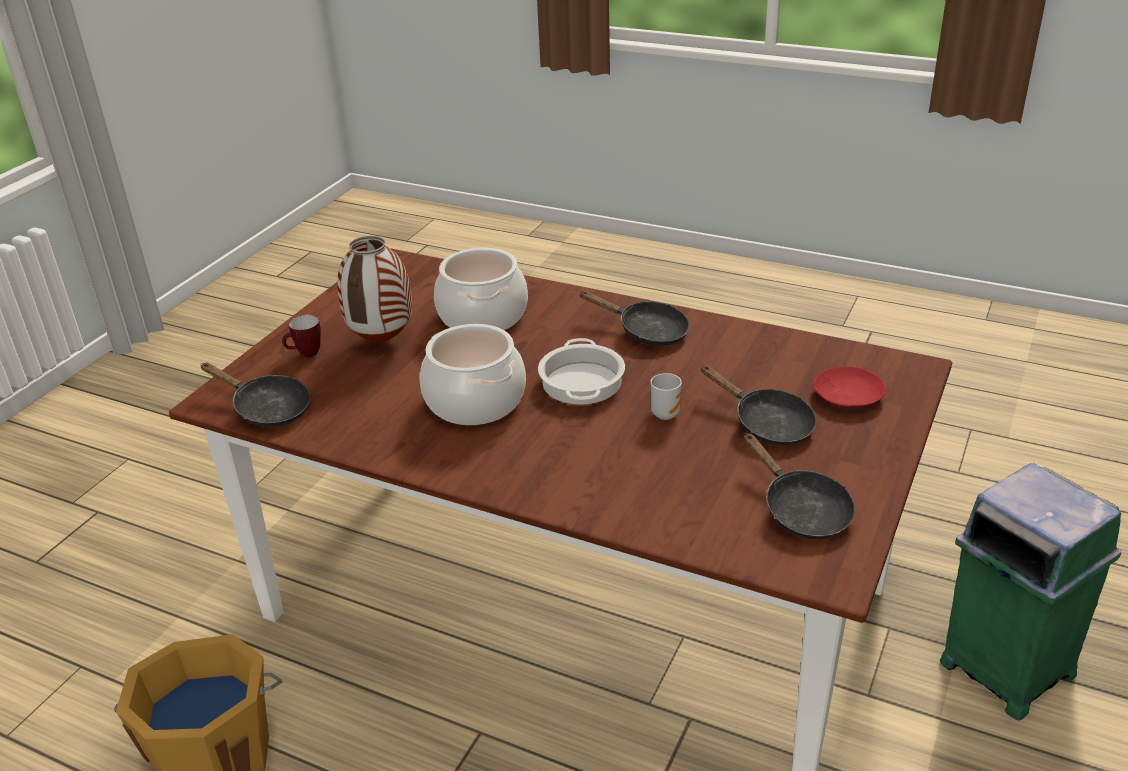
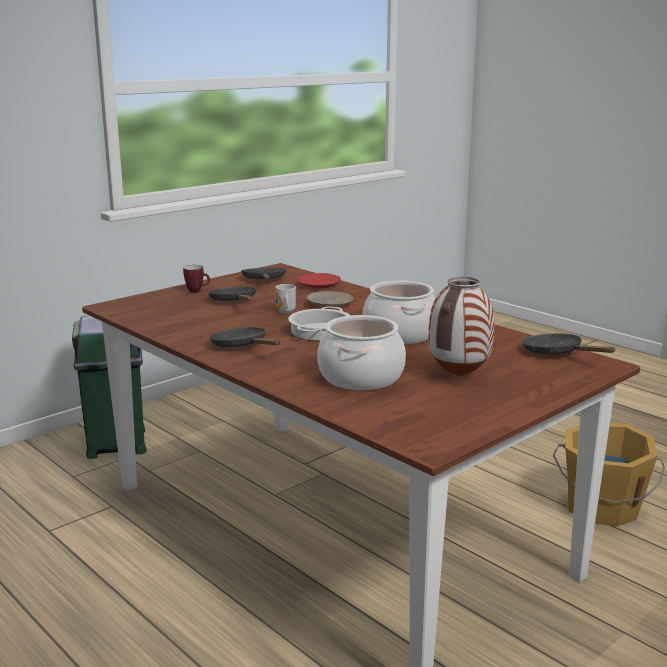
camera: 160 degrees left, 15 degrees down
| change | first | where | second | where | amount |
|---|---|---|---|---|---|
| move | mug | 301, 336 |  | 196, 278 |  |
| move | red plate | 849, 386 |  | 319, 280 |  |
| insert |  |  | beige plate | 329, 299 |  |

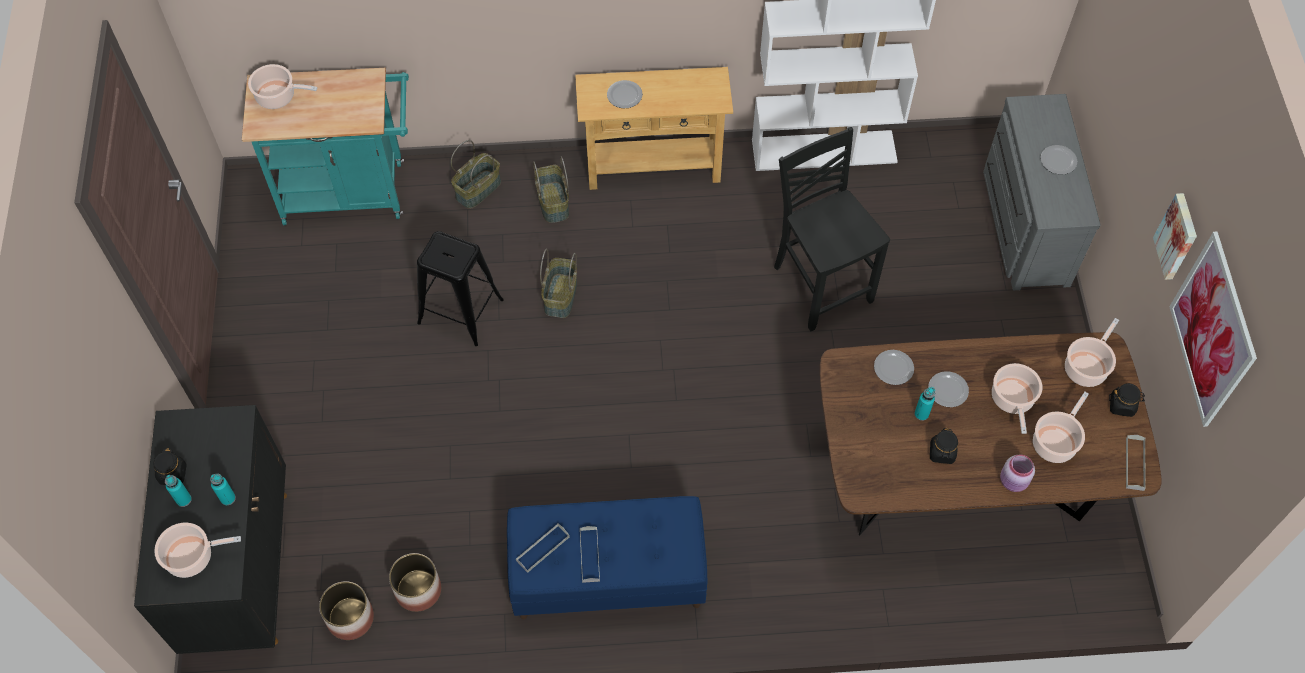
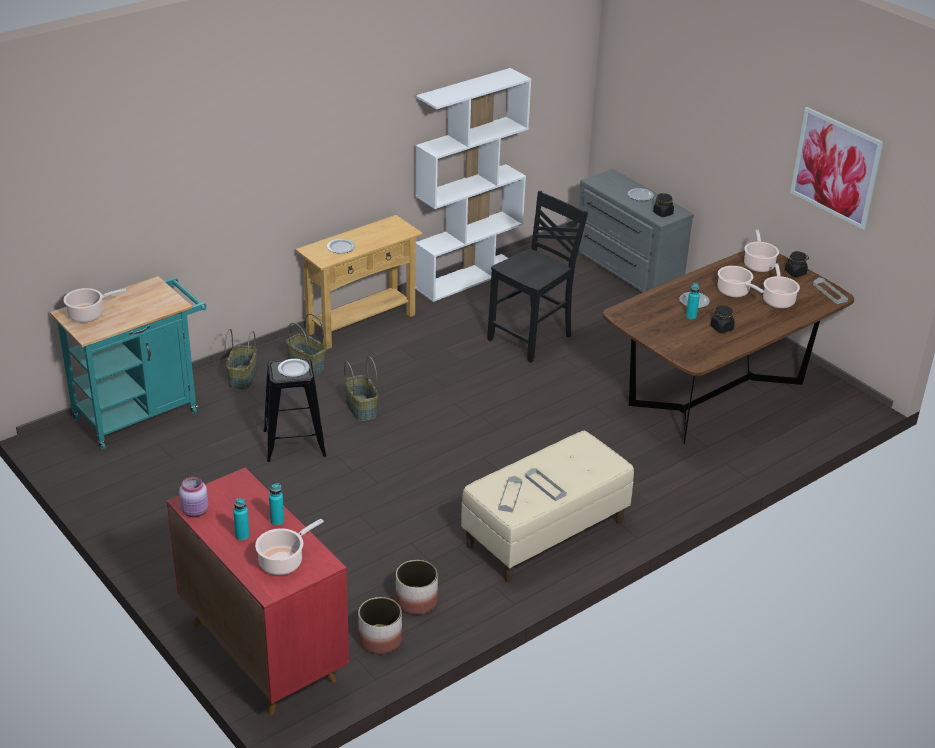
camera: 35 degrees left, 25 degrees down
| change | first | where | second | where | amount |
|---|---|---|---|---|---|
| rotate | black chair | 832, 229 |  | 537, 277 | 105 degrees clockwise |
| delete | picture | 1175, 236 |  |  |  |
| move | plate | 894, 367 |  | 294, 368 |  |
| recolor | black cabinet | 210, 529 | red cabinet | 258, 592 |  |
| move | black jar | 170, 466 |  | 663, 205 |  |
| move | pink jar | 1017, 473 |  | 193, 497 |  |
| recolor | blue bench | 607, 557 | beige bench | 547, 506 |  |

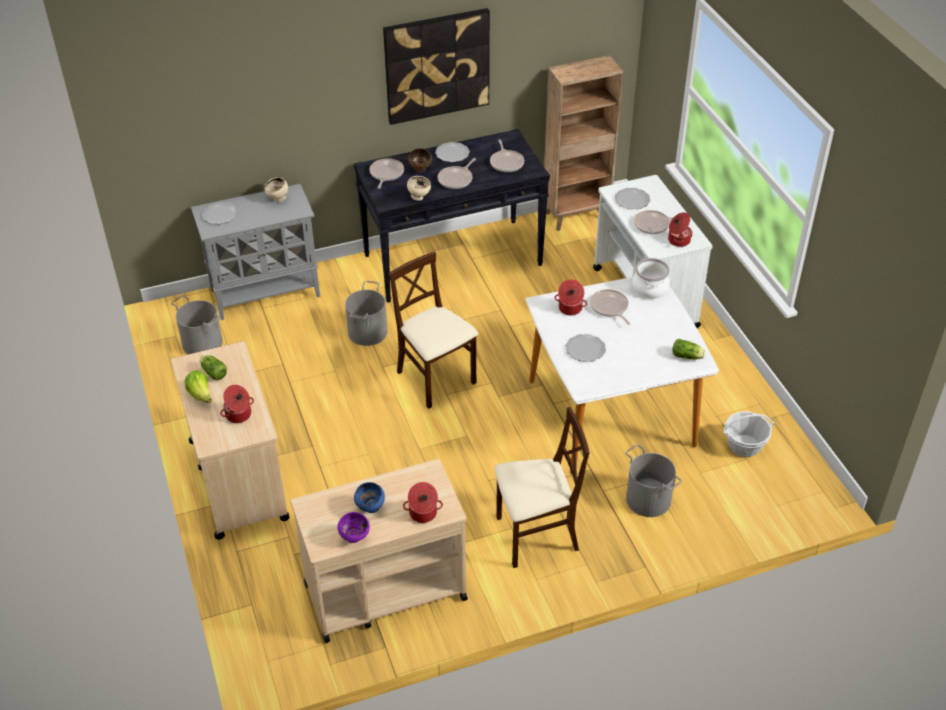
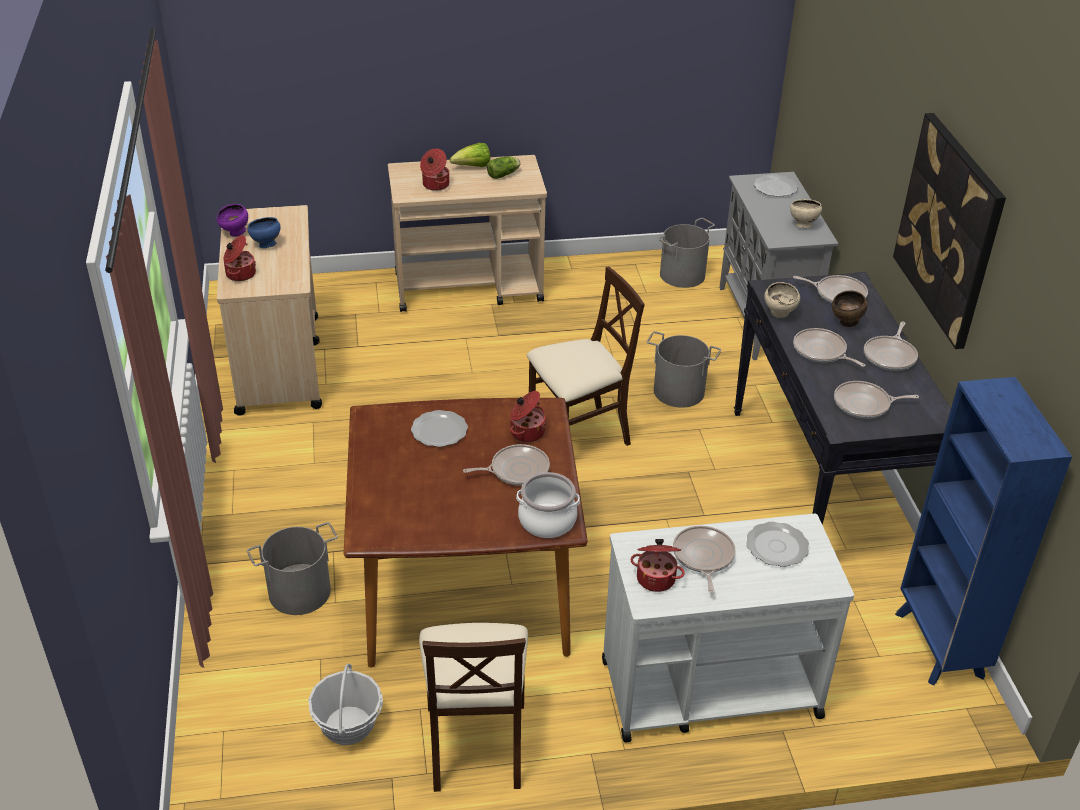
camera: 100 degrees right, 5 degrees down
| change | first | where | second | where | amount |
|---|---|---|---|---|---|
| recolor | brown bookcase | 583, 143 | blue bookcase | 983, 531 |  |
| replace | plate | 452, 152 | frying pan | 891, 346 |  |
| recolor | white dining table | 622, 376 | brown dining table | 466, 533 |  |
| delete | lettuce | 689, 349 |  |  |  |
| move | beige chair | 541, 487 |  | 473, 707 |  |

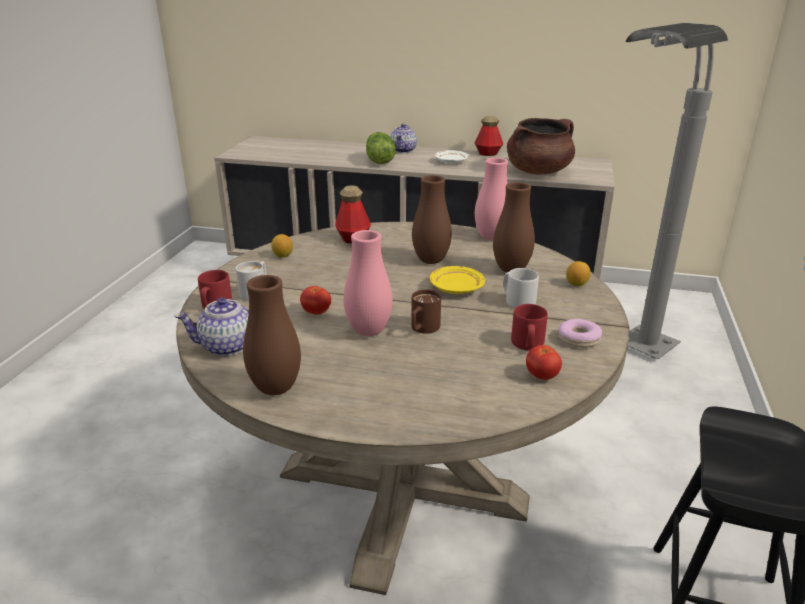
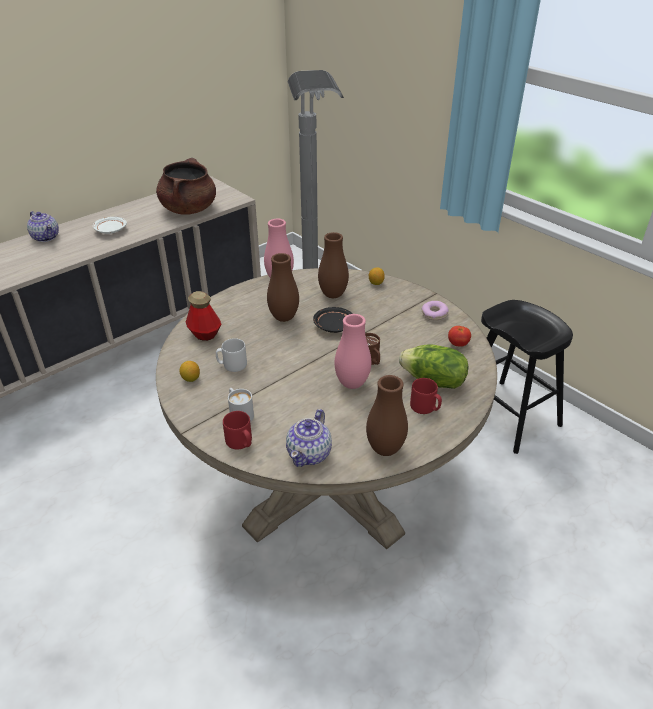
camera: 55 degrees left, 10 degrees up
| change | first | where | second | where | amount |
|---|---|---|---|---|---|
| delete | bottle | 489, 136 |  |  |  |
| move | lettuce | 381, 148 |  | 434, 366 |  |
| recolor | yellow plate | 457, 280 | black plate | 333, 320 |  |
| move | grey mug | 521, 288 |  | 231, 355 |  |
| delete | tomato | 315, 300 |  |  |  |
| move | red mug | 529, 327 |  | 426, 396 |  |

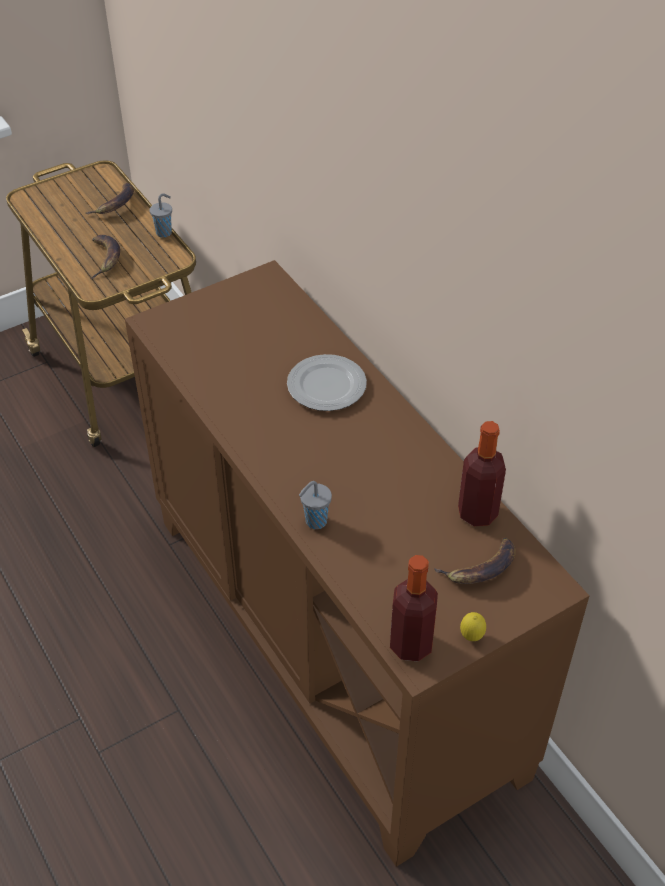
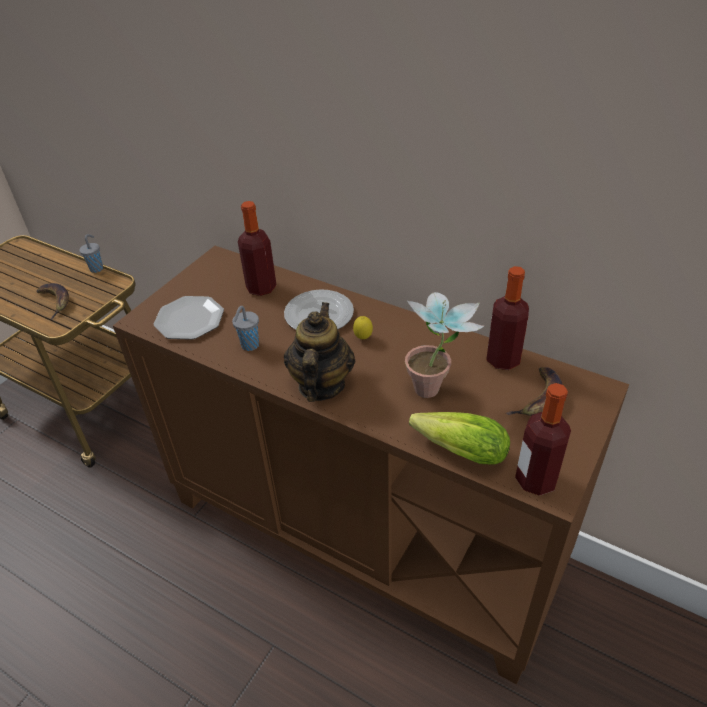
camera: 25 degrees left, 5 degrees down
| change | first | where | second | where | amount |
|---|---|---|---|---|---|
| delete | banana | 110, 198 |  |  |  |
| move | grey cup | 315, 505 |  | 245, 328 |  |
| move | lemon | 473, 626 |  | 363, 327 |  |
| insert |  |  | bottle | 257, 248 |  |
| insert |  |  | potted plant | 444, 345 |  |
| insert |  |  | plate | 189, 318 |  |
| insert |  |  | teapot | 319, 352 |  |
| insert |  |  | lettuce | 459, 438 |  |

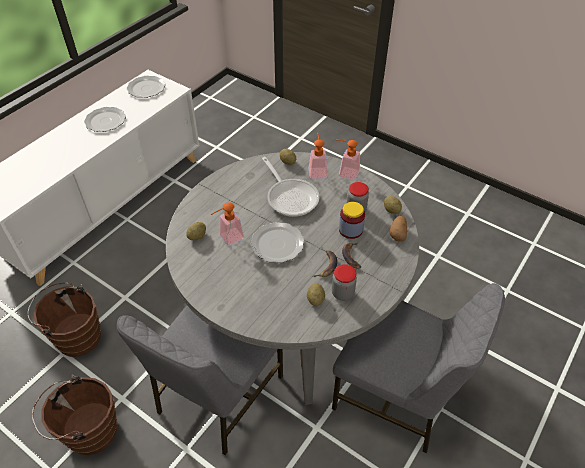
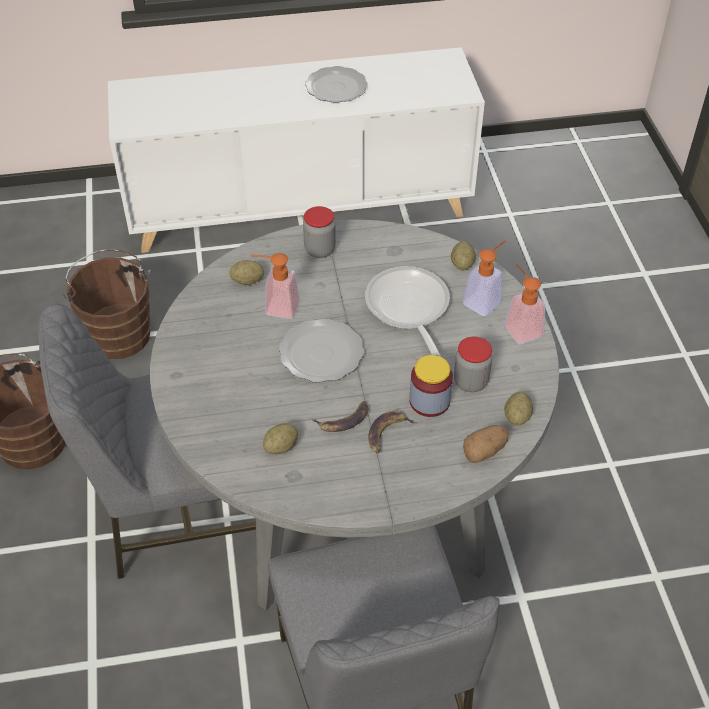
camera: 45 degrees right, 0 degrees up
| change | first | where | second | where | amount |
|---|---|---|---|---|---|
| delete | plate | 146, 87 |  |  |  |
| rotate | frying pan | 291, 187 |  | 407, 311 | 150 degrees clockwise |
| move | jar | 344, 282 |  | 319, 232 |  |

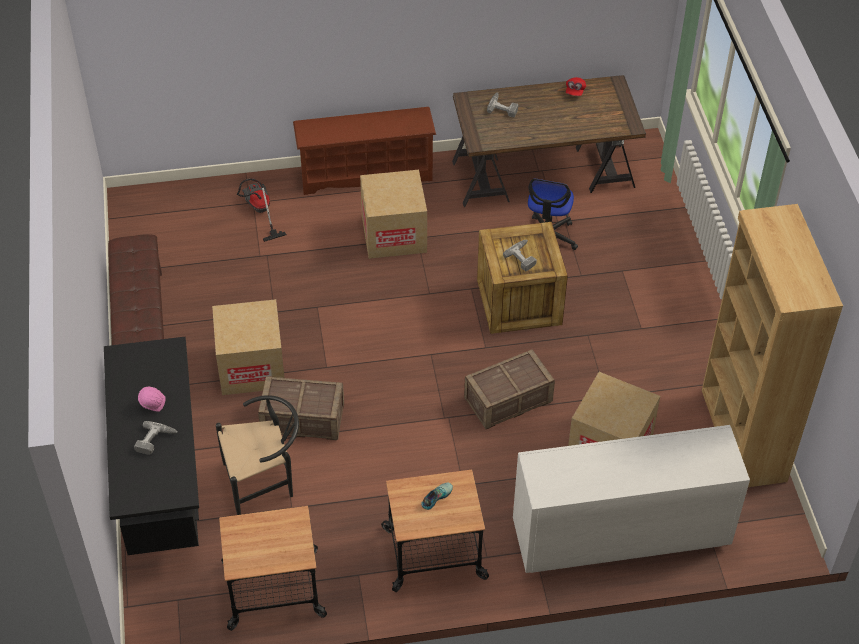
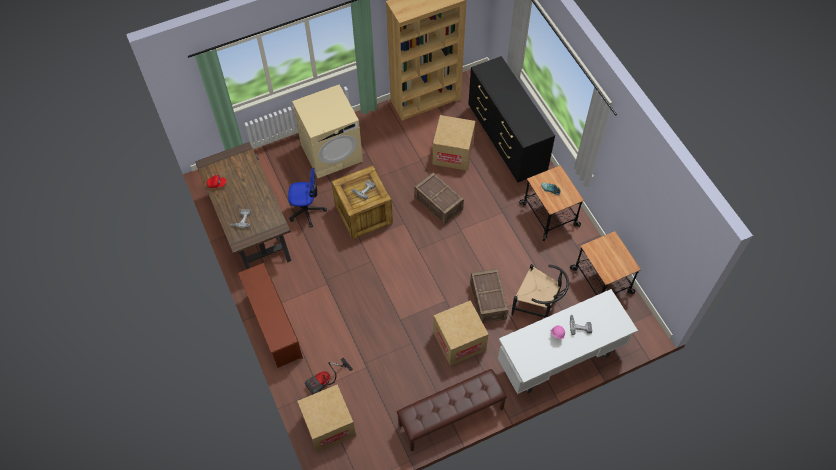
camera: 105 degrees left, 10 degrees up
| change | first | where | second | where | amount |
|---|---|---|---|---|---|
| move | cardboard box | 393, 214 |  | 326, 418 |  |
| recolor | black desk | 151, 446 | white desk | 568, 341 |  |
| rotate | black chair | 257, 455 |  | 540, 291 | 150 degrees clockwise |
| recolor | white dresser | 631, 499 | black dresser | 511, 119 |  |
| insert |  |  | beige washing machine | 327, 131 |  |

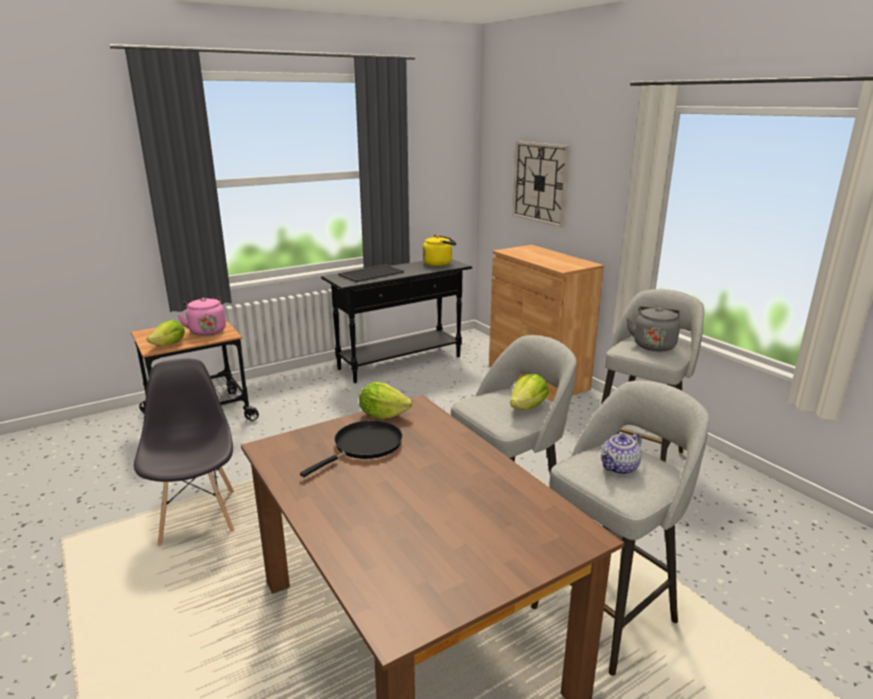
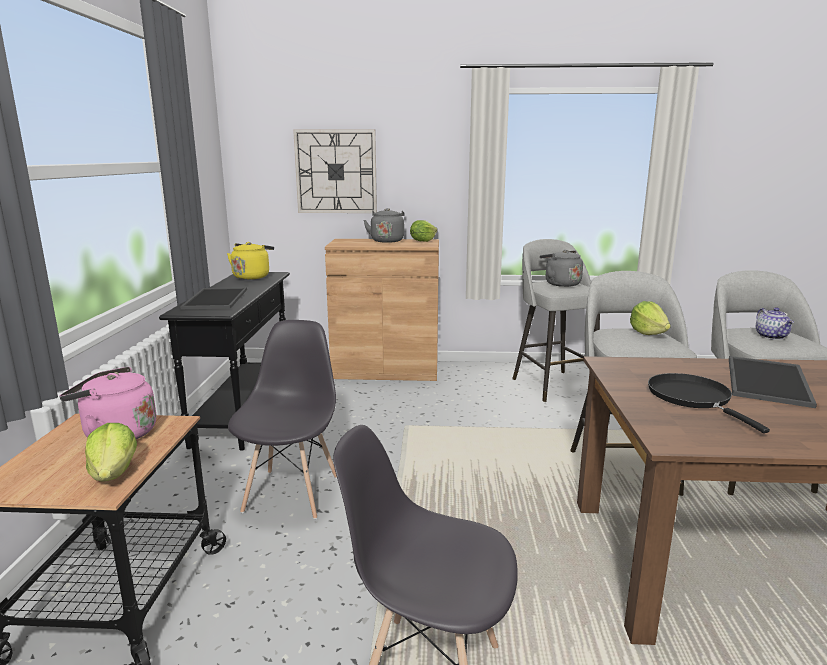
camera: 55 degrees left, 5 degrees down
| change | first | where | second | where | amount |
|---|---|---|---|---|---|
| move | lettuce | 386, 400 |  | 424, 231 |  |
| insert |  |  | grey kettle | 384, 225 |  |
| insert |  |  | grey chair | 282, 420 |  |
| insert |  |  | tray | 773, 382 |  |

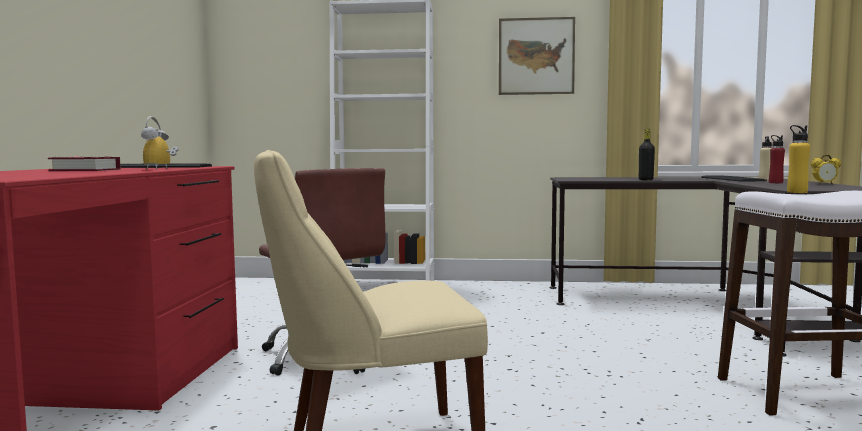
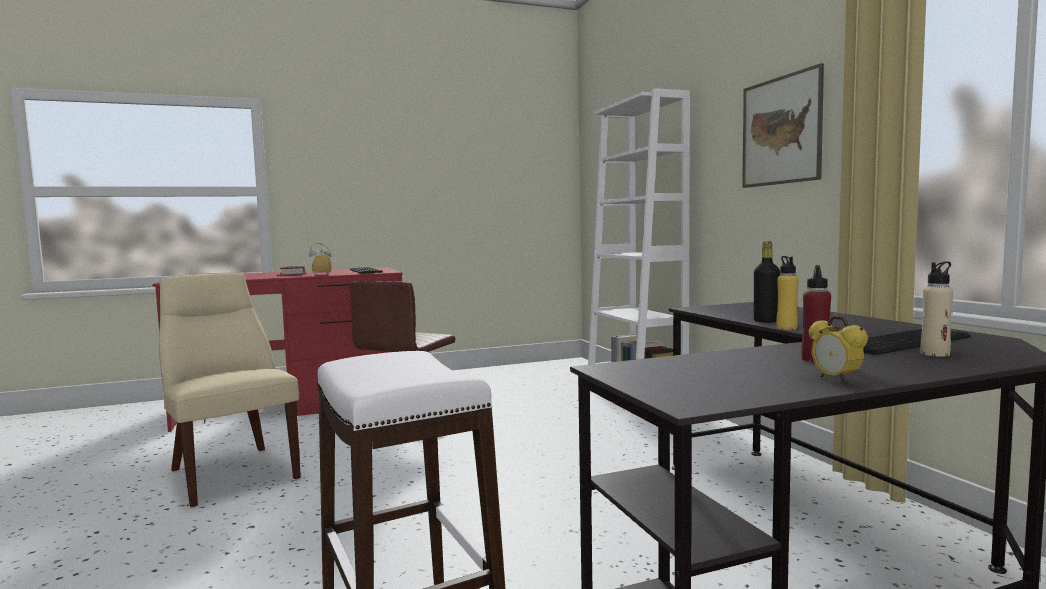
camera: 65 degrees right, 0 degrees up
| change | first | where | second | where | amount |
|---|---|---|---|---|---|
| move | yellow bottle | 798, 159 |  | 787, 293 |  |

